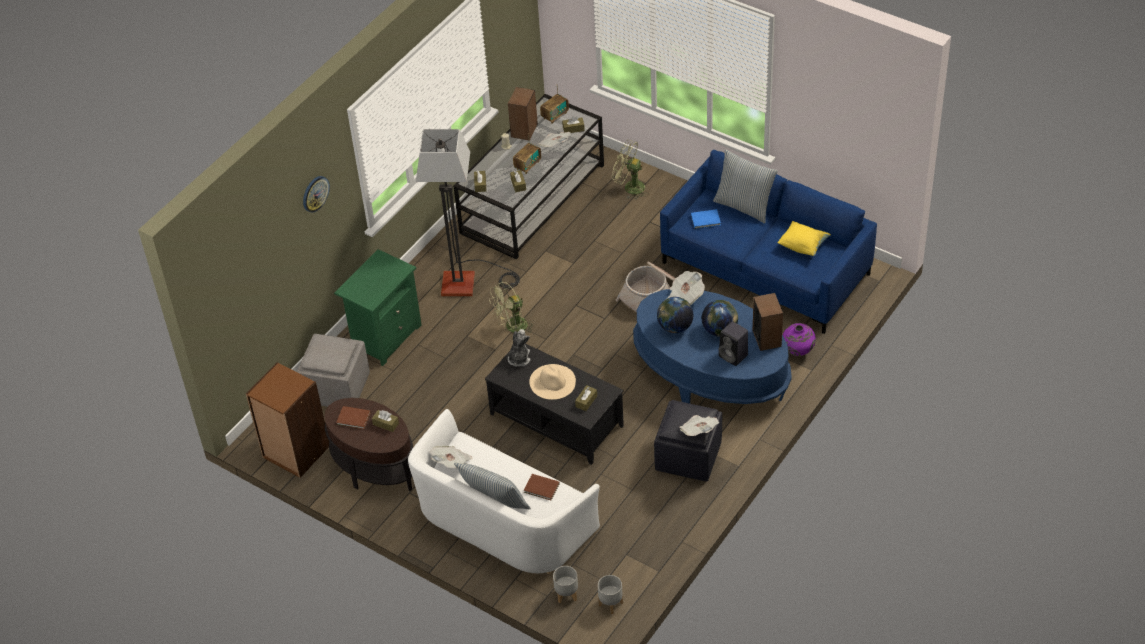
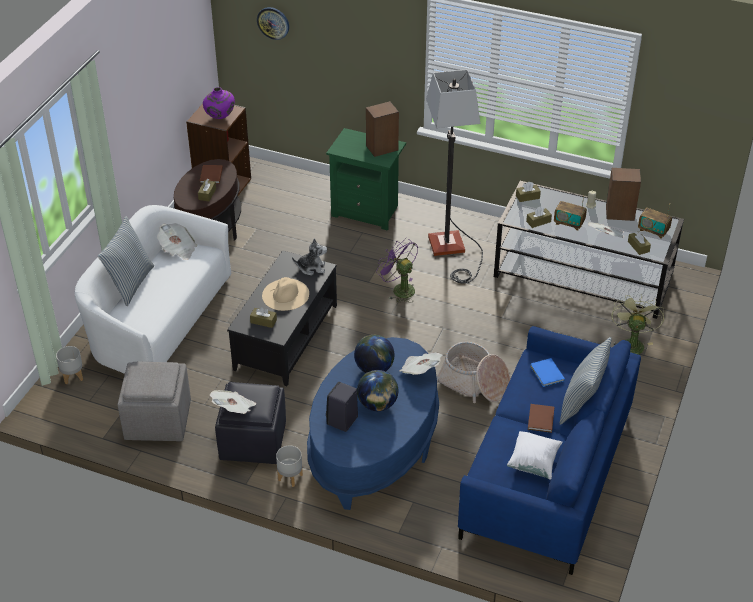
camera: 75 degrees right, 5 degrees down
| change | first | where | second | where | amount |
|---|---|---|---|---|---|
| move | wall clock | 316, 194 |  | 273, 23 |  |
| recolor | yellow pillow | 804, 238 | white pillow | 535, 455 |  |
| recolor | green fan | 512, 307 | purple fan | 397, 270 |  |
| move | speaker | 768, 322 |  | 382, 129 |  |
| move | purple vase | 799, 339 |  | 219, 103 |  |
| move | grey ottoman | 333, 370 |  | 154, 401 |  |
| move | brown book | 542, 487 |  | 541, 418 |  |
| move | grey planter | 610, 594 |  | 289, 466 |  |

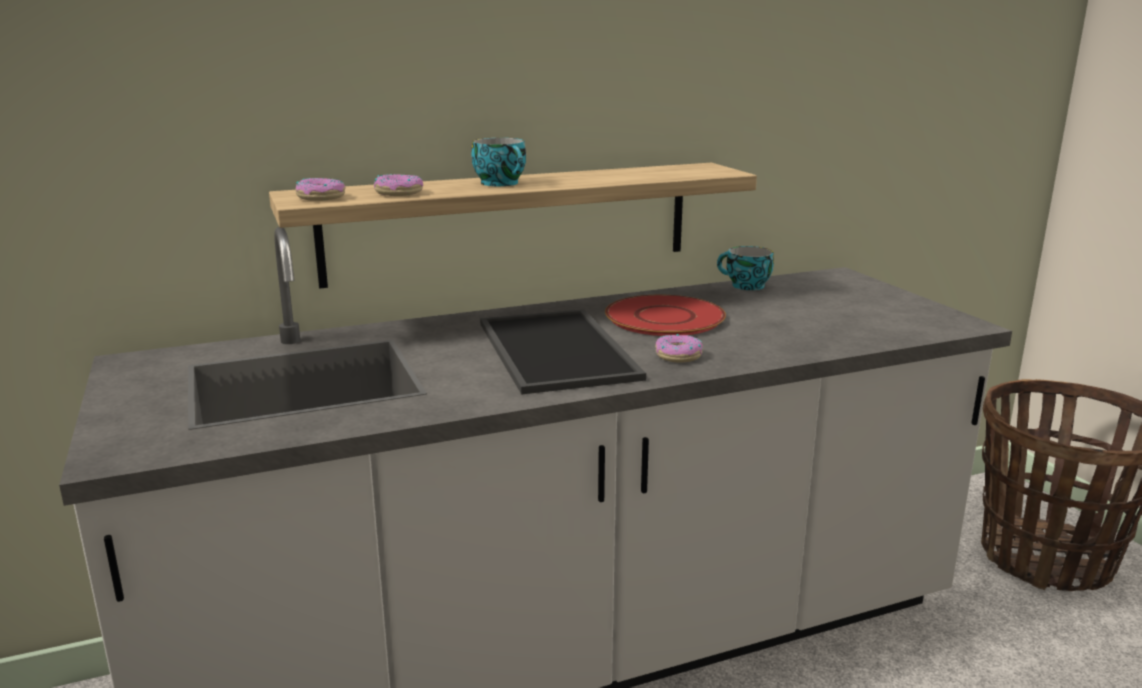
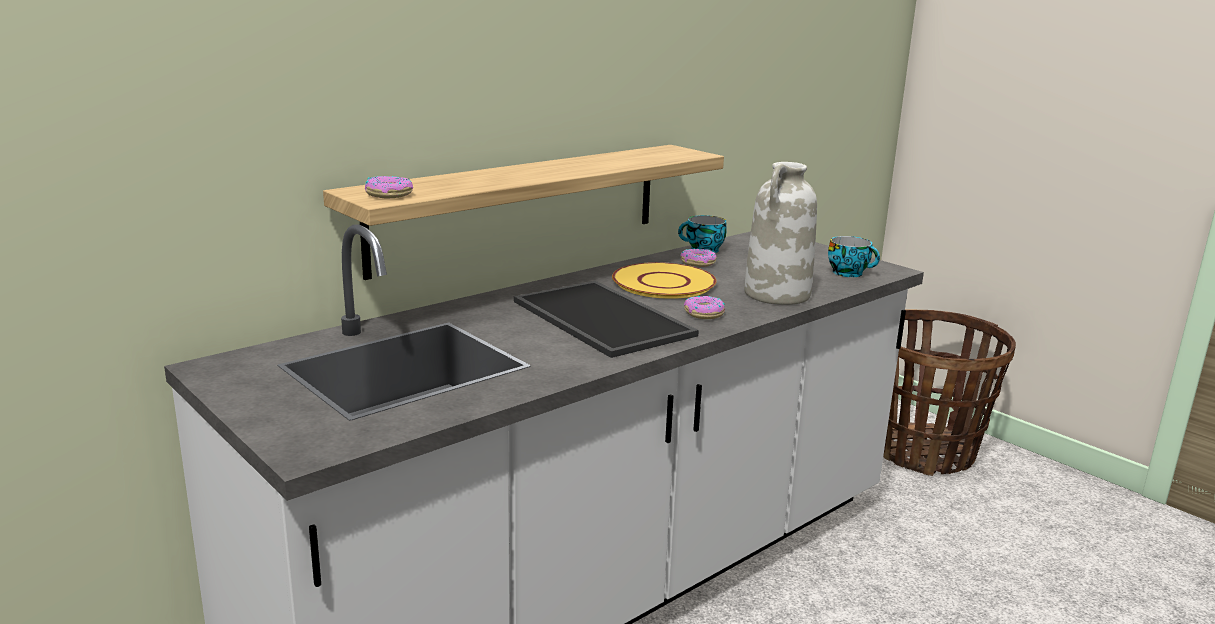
camera: 20 degrees left, 0 degrees up
| change | first | where | second | where | amount |
|---|---|---|---|---|---|
| move | cup | 498, 162 |  | 854, 256 |  |
| move | donut | 398, 185 |  | 698, 257 |  |
| recolor | red plate | 665, 315 | yellow plate | 664, 280 |  |
| insert |  |  | white vase | 780, 233 |  |

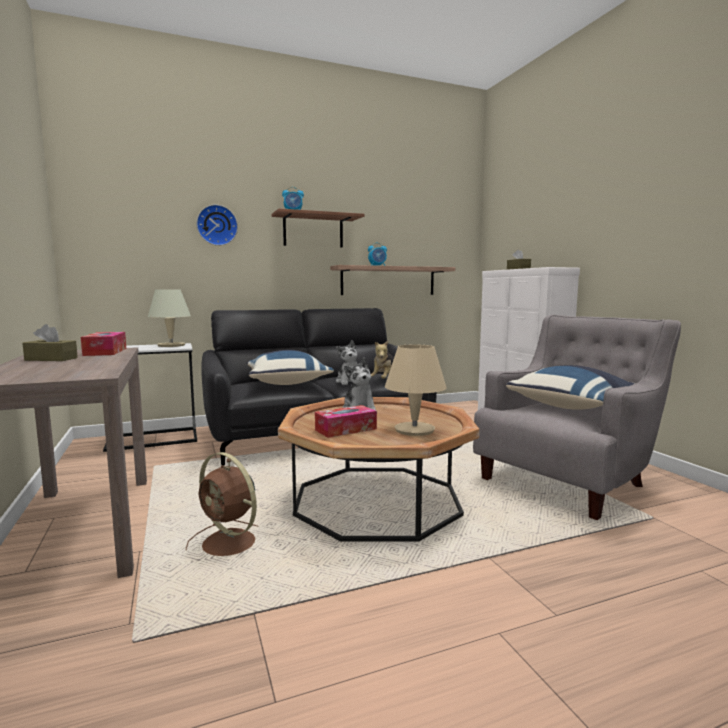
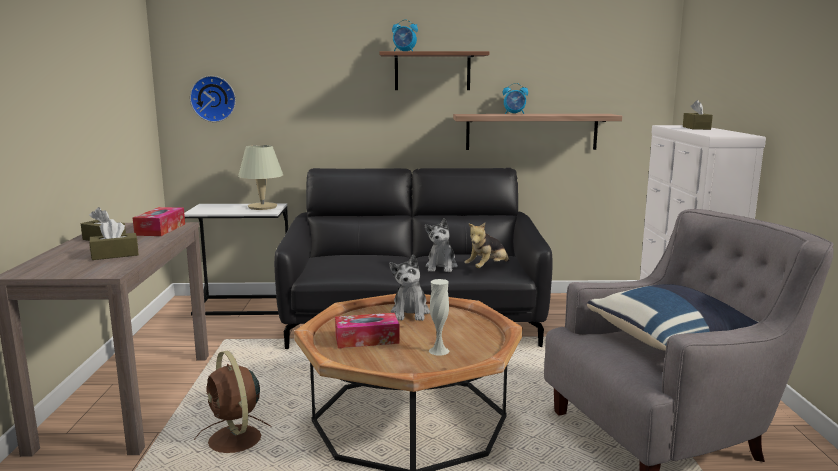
camera: 20 degrees right, 5 degrees up
| change | first | where | second | where | amount |
|---|---|---|---|---|---|
| move | wall clock | 217, 225 |  | 213, 99 |  |
| replace | beige table lamp | 416, 390 | white vase | 439, 317 |  |
| delete | blue pillow | 290, 367 |  |  |  |
| insert |  |  | brown tissue box | 114, 239 |  |

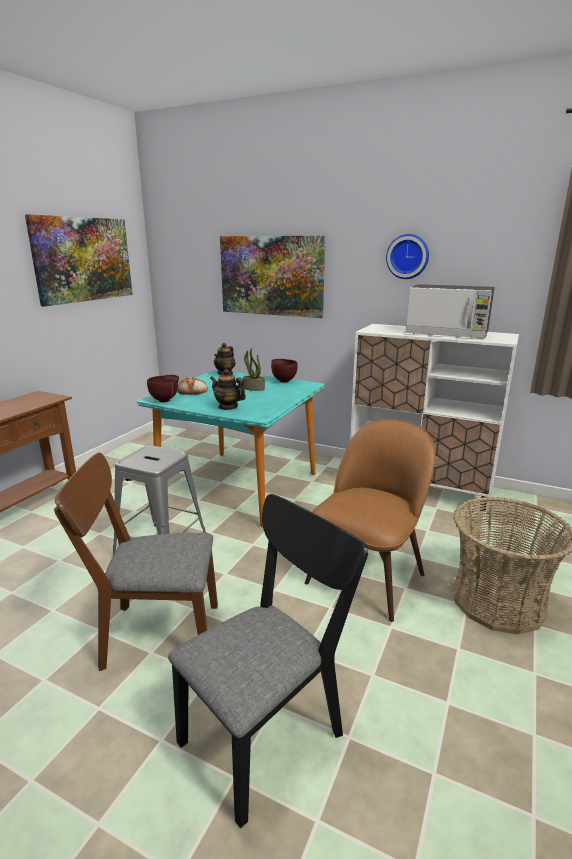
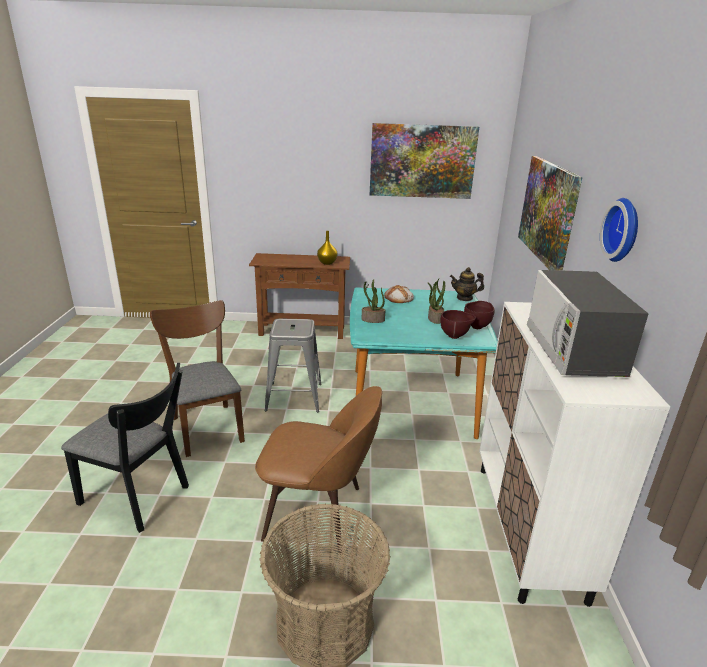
camera: 65 degrees right, 5 degrees up
| change | first | where | second | where | amount |
|---|---|---|---|---|---|
| replace | teapot | 228, 389 | potted plant | 373, 301 |  |
| move | brown bowl | 163, 388 |  | 458, 324 |  |
| insert |  |  | yellow vase | 327, 248 |  |

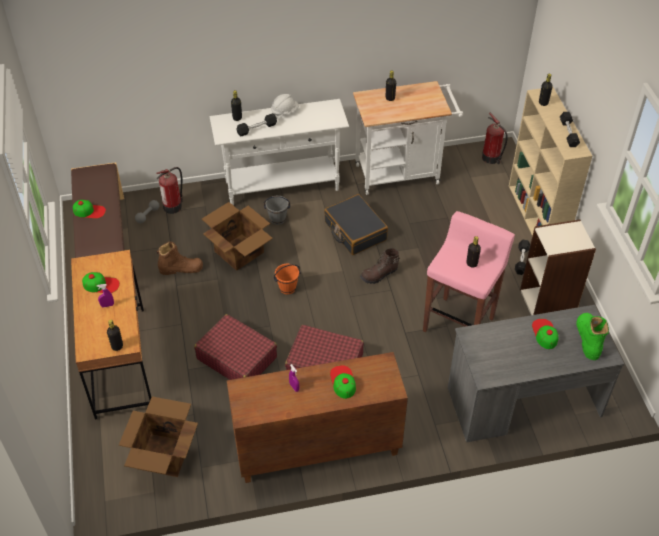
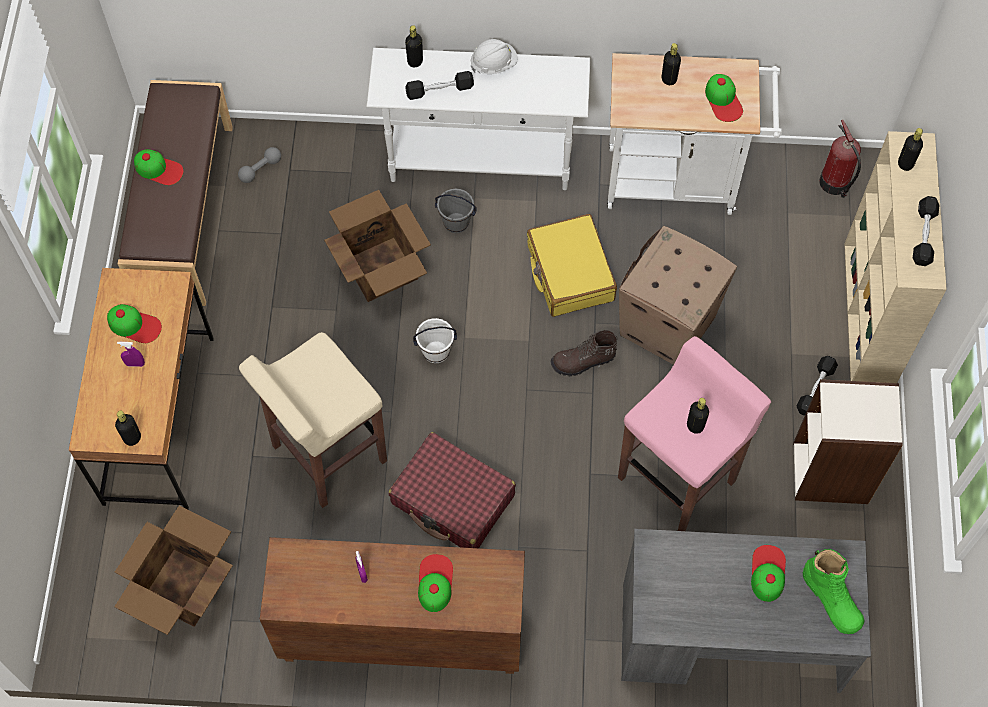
camera: 15 degrees right, 15 degrees up
| change | first | where | second | where | amount |
|---|---|---|---|---|---|
| delete | fire extinguisher | 169, 190 |  |  |  |
| recolor | black suitcase | 356, 224 | yellow suitcase | 572, 265 |  |
| delete | brown boot | 180, 258 |  |  |  |
| recolor | orange bucket | 287, 279 | white bucket | 435, 340 |  |
| rotate | green boot | 592, 336 |  | 833, 591 | 135 degrees clockwise |
| replace | red suitcase | 235, 347 | beige stool | 313, 420 |  |
| insert |  |  | cap | 724, 98 |  |
| insert |  |  | cardboard box | 678, 295 |  |

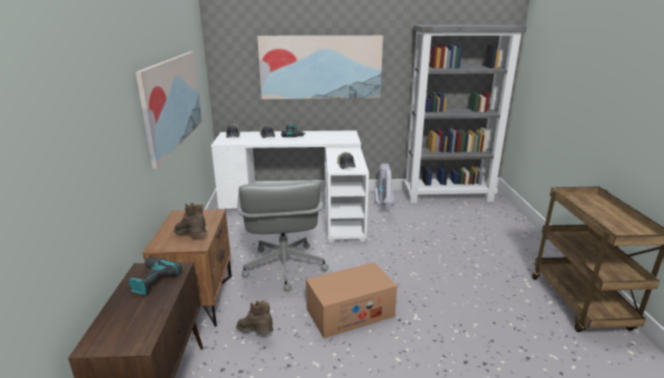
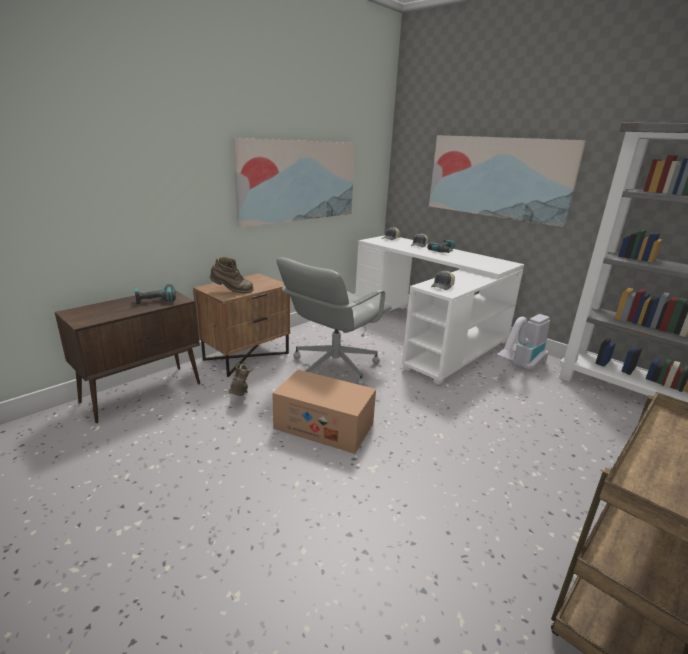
camera: 45 degrees right, 0 degrees up
| change | first | where | second | where | amount |
|---|---|---|---|---|---|
| rotate | brown boot | 189, 218 |  | 232, 275 | 90 degrees clockwise |

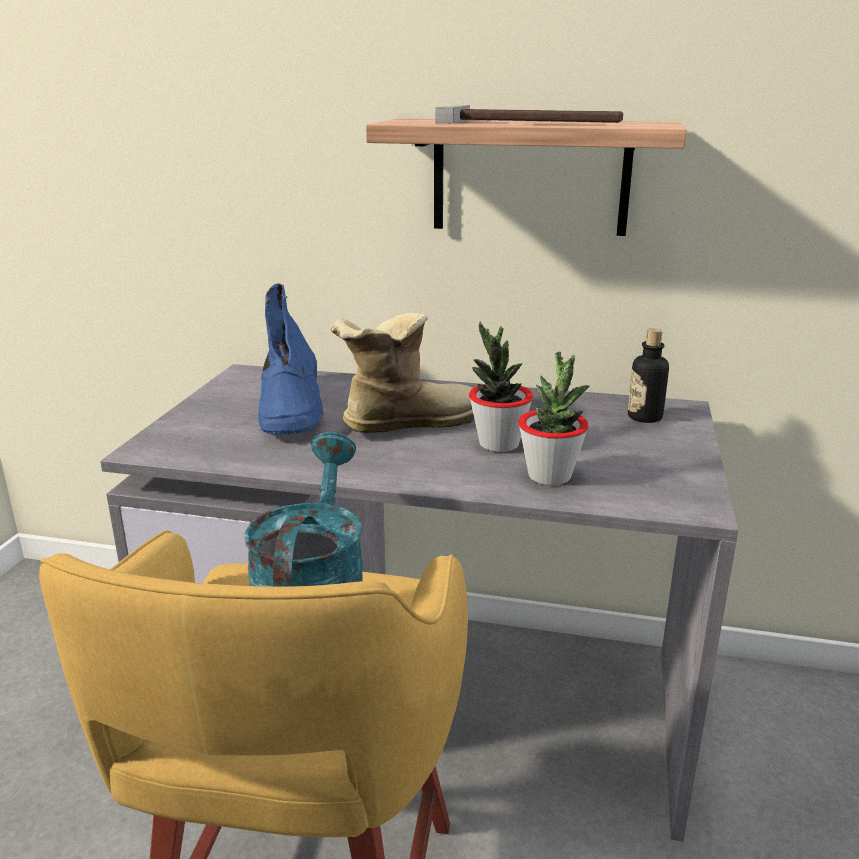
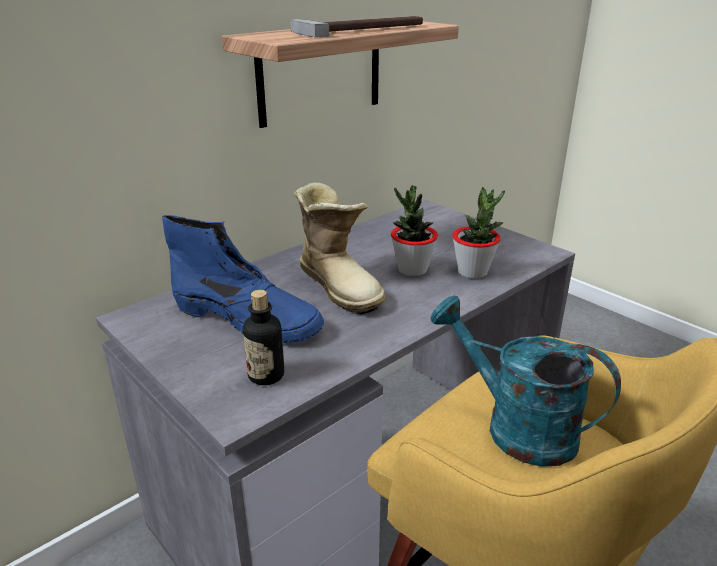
camera: 55 degrees left, 5 degrees up
| change | first | where | second | where | amount |
|---|---|---|---|---|---|
| rotate | boot | 402, 373 |  | 340, 248 | 135 degrees clockwise |
| move | bottle | 648, 376 |  | 263, 337 |  |

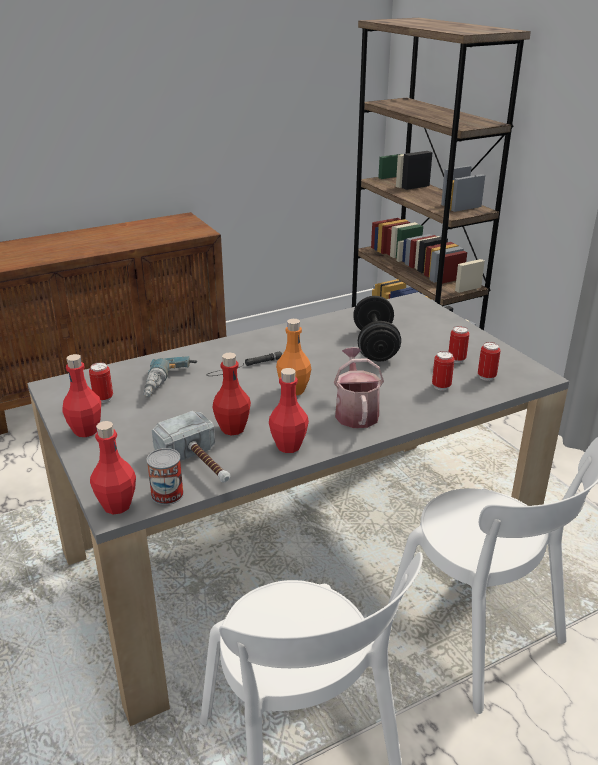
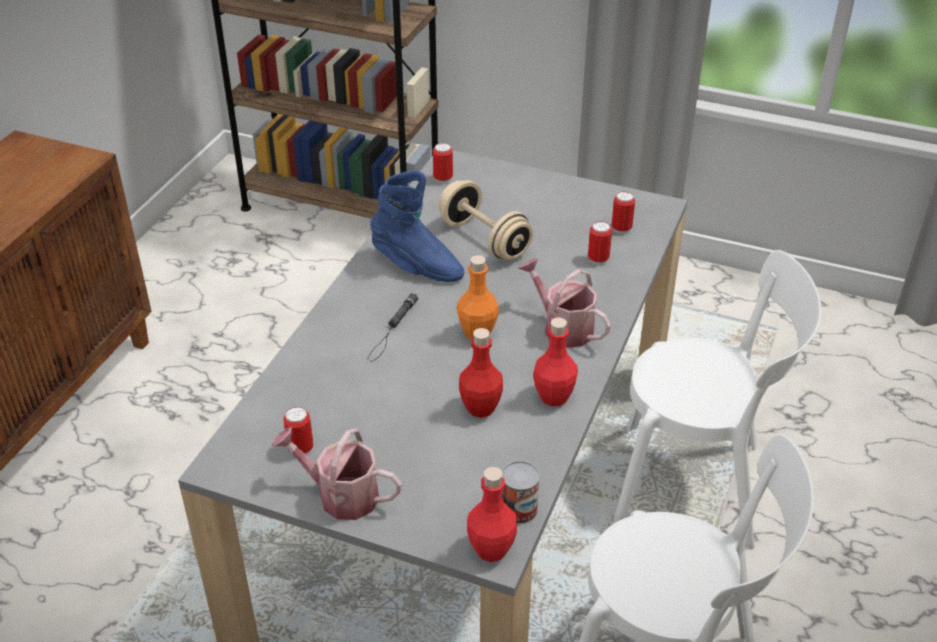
camera: 40 degrees left, 10 degrees up
| change | first | where | second | where | amount |
|---|---|---|---|---|---|
| recolor | black dumbbell | 377, 329 | beige dumbbell | 486, 220 |  |
| move | can | 459, 344 |  | 443, 163 |  |
| replace | red bottle | 82, 395 | watering can | 336, 473 |  |
| delete | power drill | 170, 377 |  |  |  |
| delete | hammer | 191, 447 |  |  |  |
| insert |  |  | blue boot | 417, 226 |  |

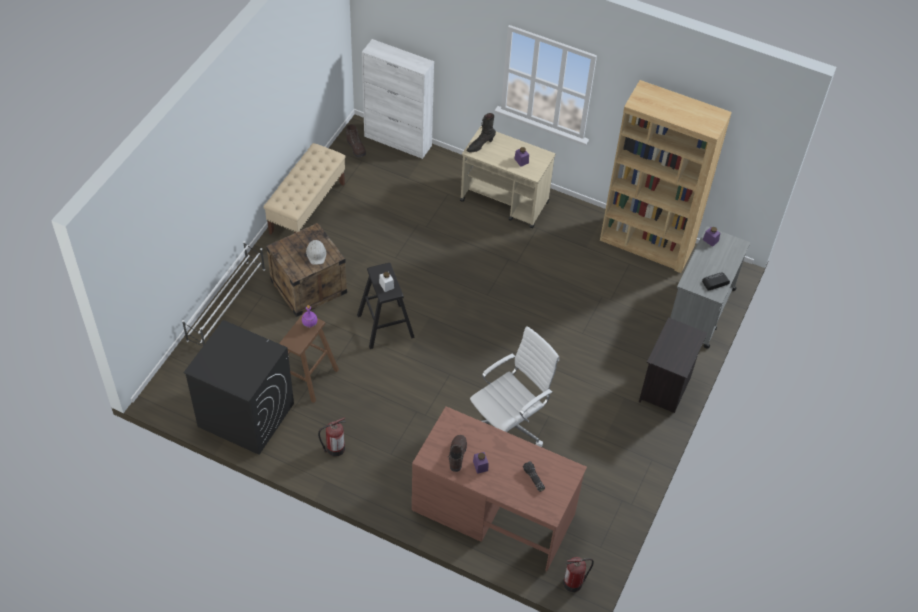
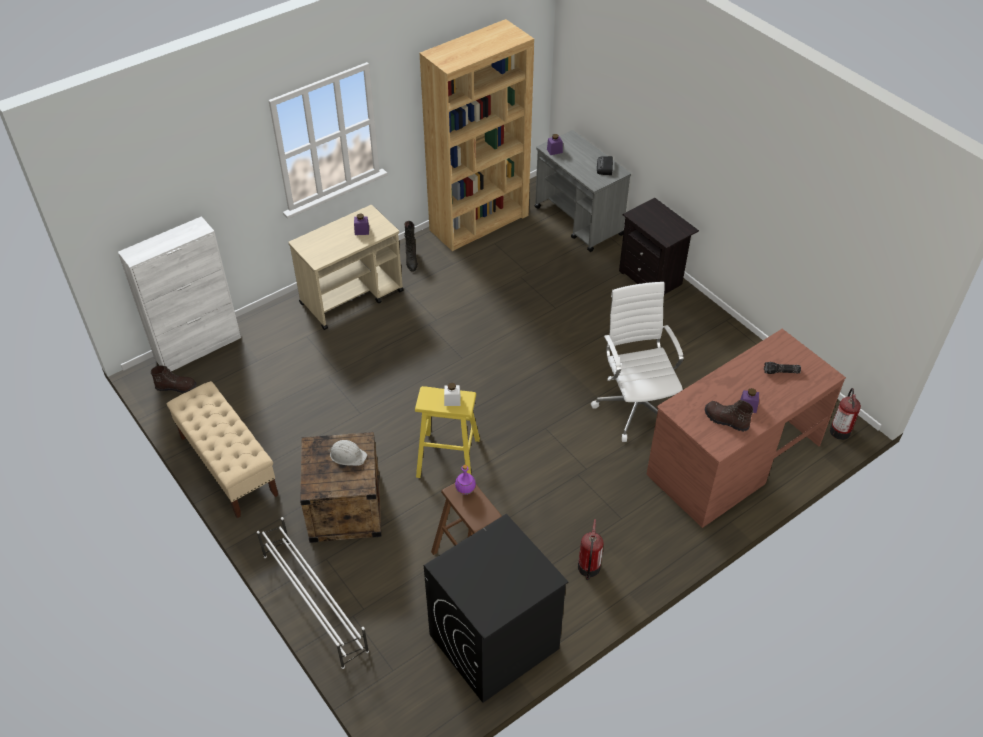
camera: 60 degrees left, 5 degrees down
| change | first | where | second | where | amount |
|---|---|---|---|---|---|
| move | black boot | 481, 132 |  | 411, 246 |  |
| recolor | black stool | 386, 306 | yellow stool | 447, 432 |  |

